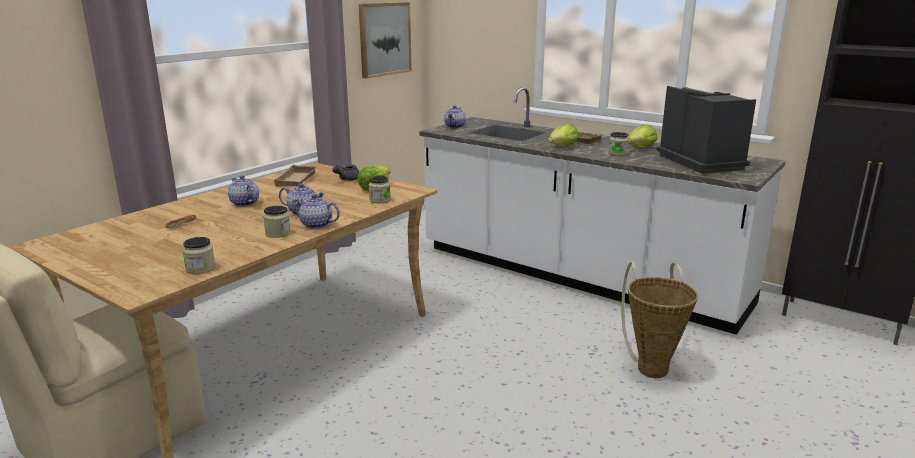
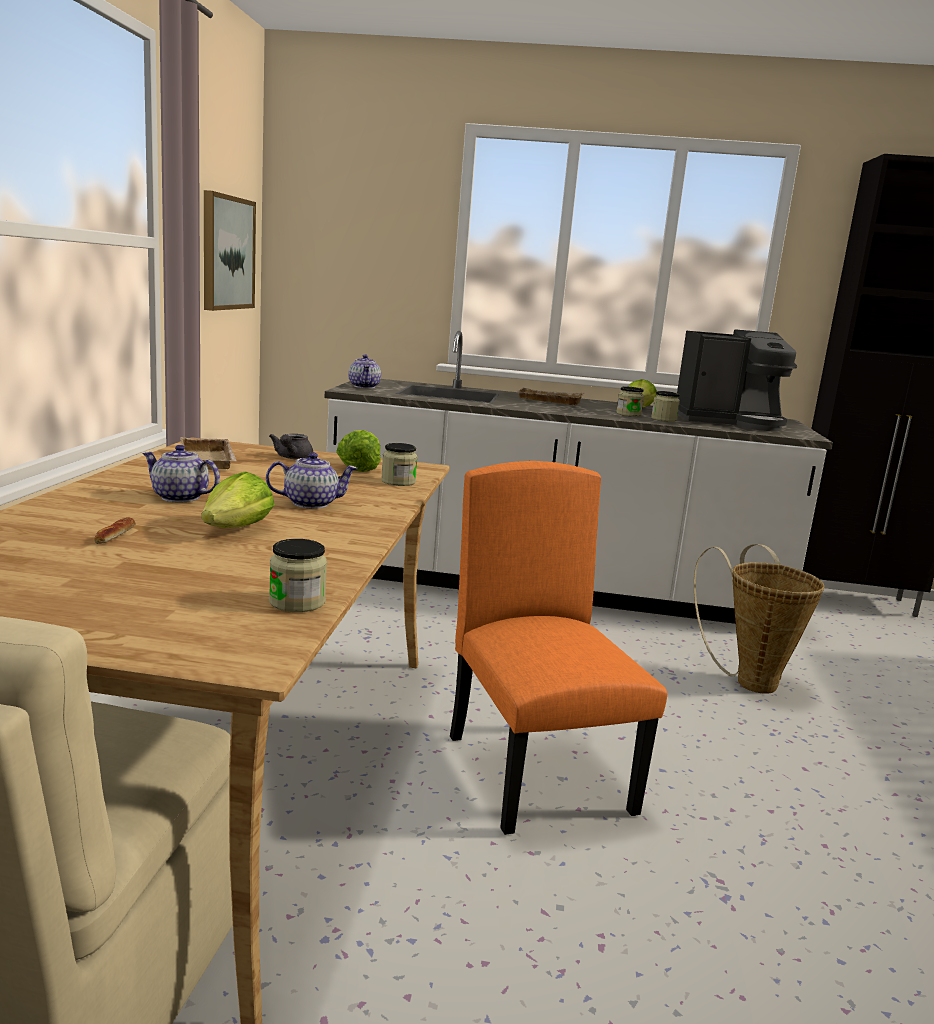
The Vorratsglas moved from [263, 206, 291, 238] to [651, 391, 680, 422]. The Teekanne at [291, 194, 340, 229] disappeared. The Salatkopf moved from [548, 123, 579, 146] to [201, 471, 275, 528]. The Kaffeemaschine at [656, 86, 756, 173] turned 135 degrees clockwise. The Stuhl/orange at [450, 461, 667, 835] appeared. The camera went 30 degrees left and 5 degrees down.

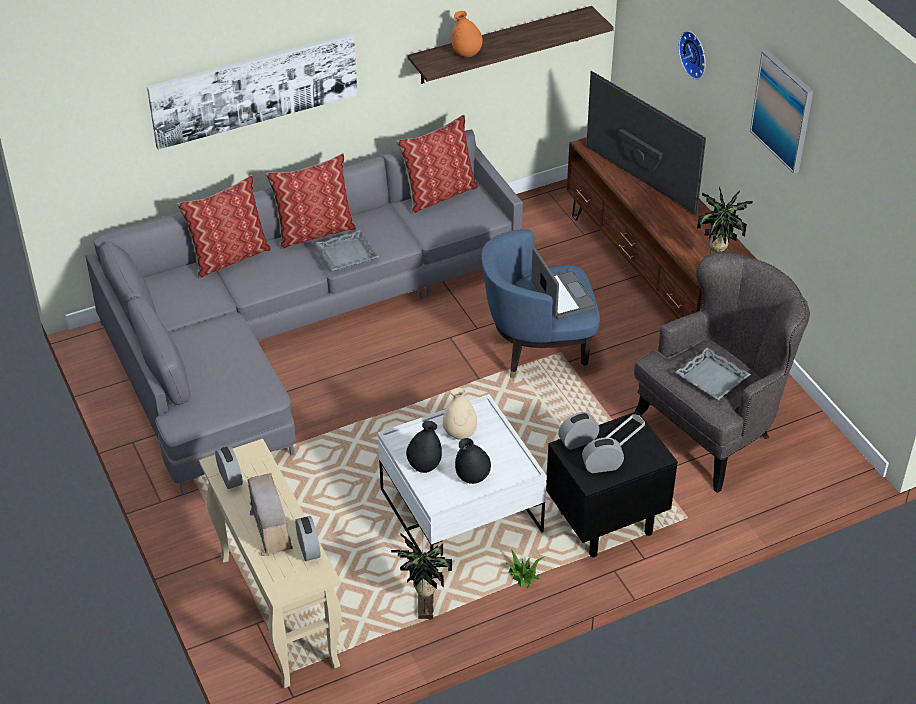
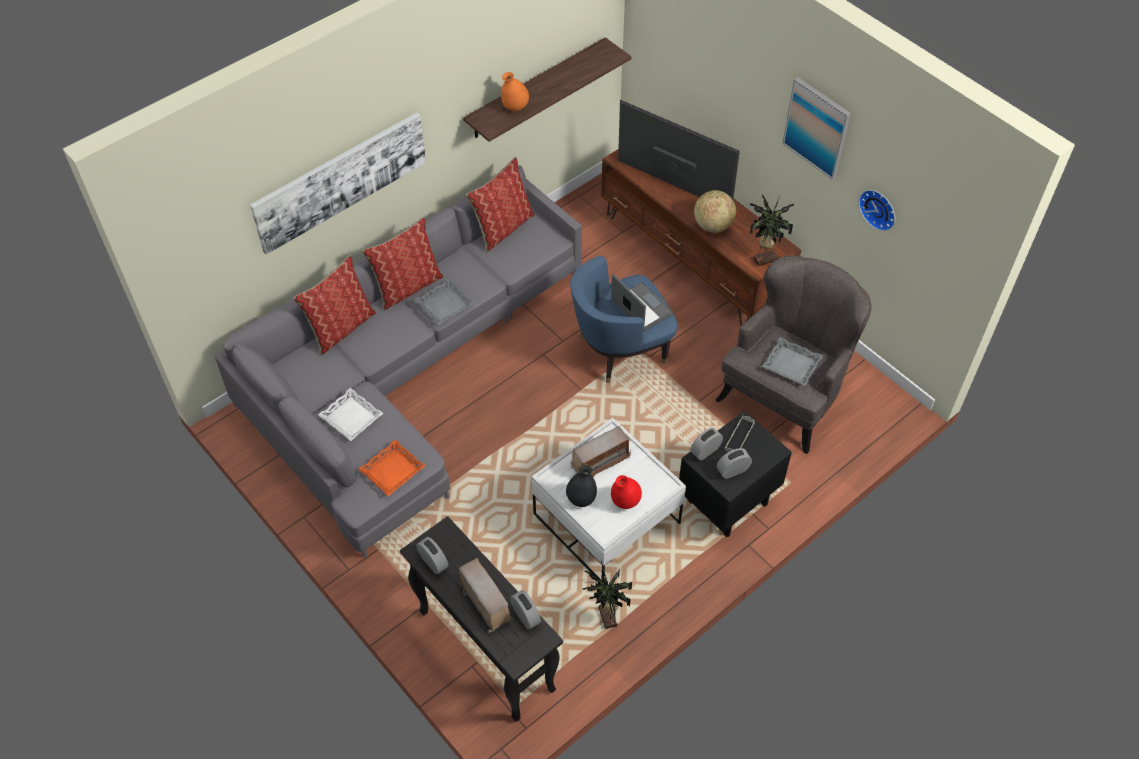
The Konsolentisch/beige at [199, 439, 342, 688] became the Konsolentisch/schwarz at [400, 516, 563, 722]. The Vase/beige at [443, 388, 477, 440] was replaced by the Radio at [571, 425, 631, 477]. The Vase/schwarz at [455, 438, 491, 484] became the Vase/rot at [611, 475, 642, 509]. The Topfpflanze at [506, 549, 545, 588] disappeared. The Wanduhr moved from [679, 31, 706, 79] to [859, 190, 895, 231]. The Tablett/weiß at [318, 388, 383, 441] appeared. The Tablett/orange at [358, 439, 425, 496] appeared. The Globus at [694, 190, 736, 233] appeared. The camera went 15 degrees left and 10 degrees up.

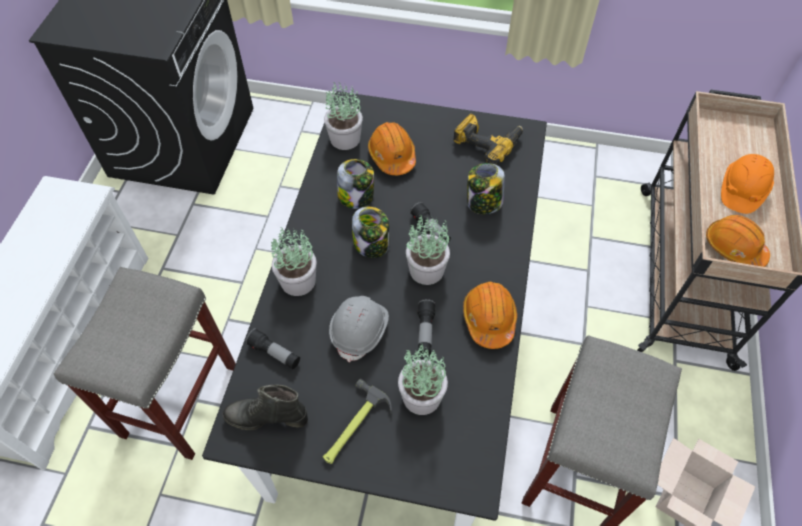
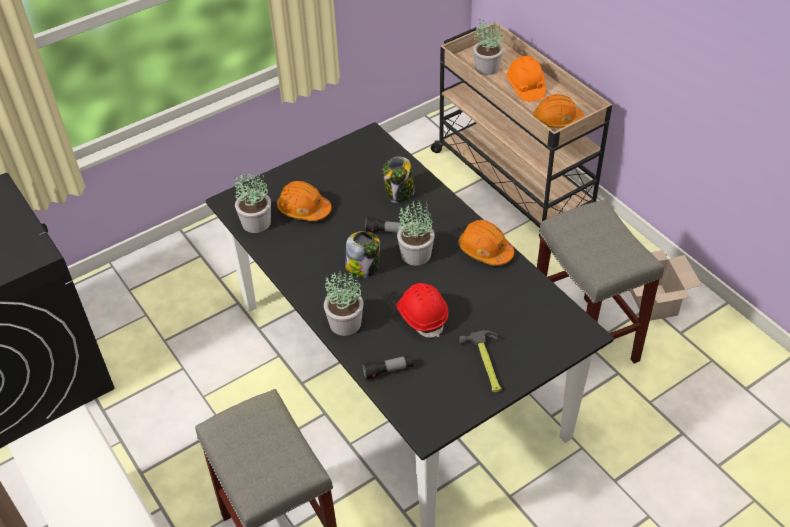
The Stiefel/schwarz at [223, 384, 308, 430] disappeared. The Schutzhelm/grau at [329, 296, 389, 362] became the Schutzhelm/rot at [397, 283, 448, 338]. The Vorratsglas at [337, 159, 374, 209] disappeared. The Topfpflanze moved from [398, 344, 448, 415] to [473, 19, 504, 75]. The Taschenlampe at [417, 299, 436, 356] disappeared. The Bohrmaschine at [453, 114, 523, 165] disappeared. The camera went 45 degrees left and 10 degrees down.

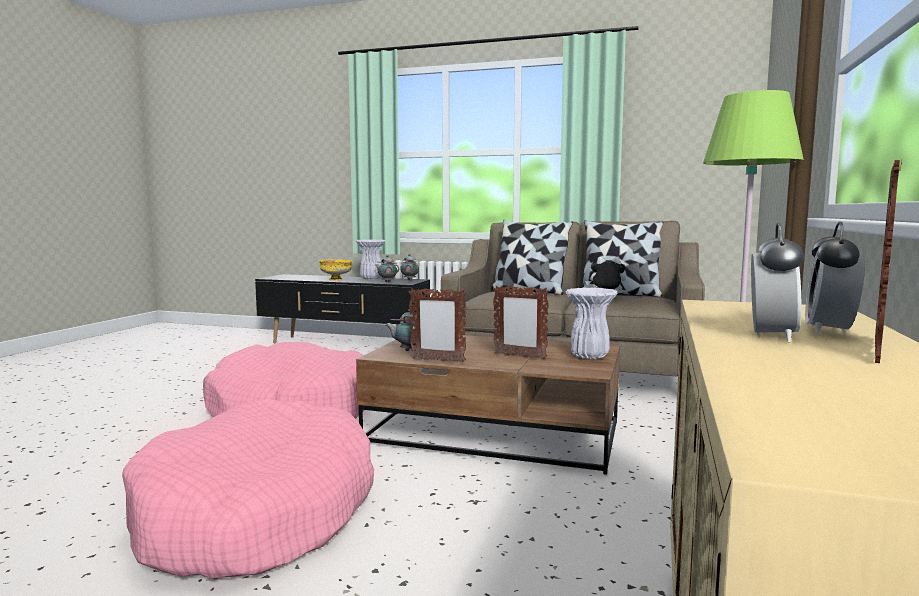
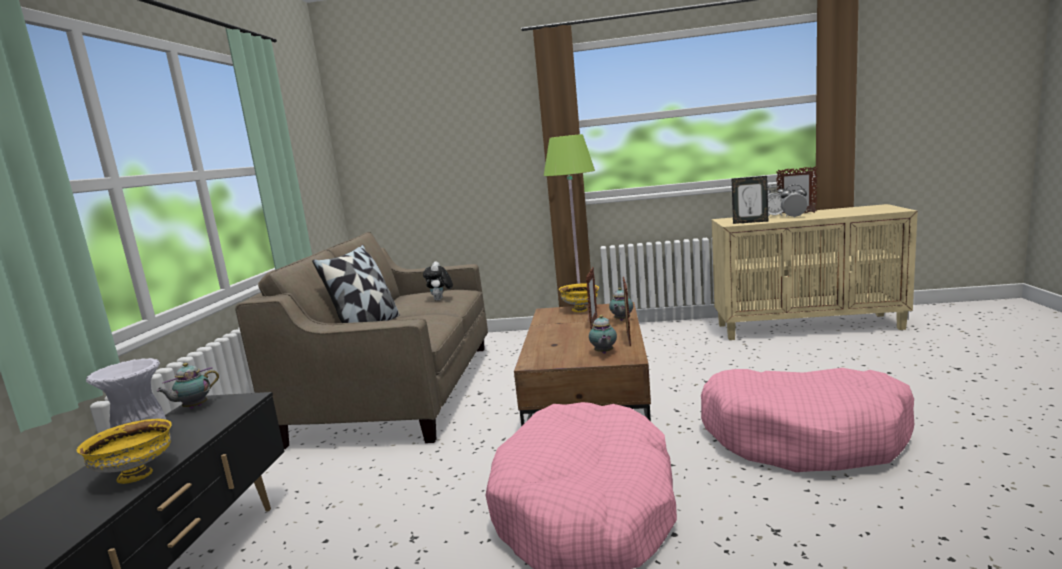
The Teekanne moved from [375, 255, 399, 282] to [609, 288, 633, 321]. The Vase/weiß at [566, 288, 617, 359] was replaced by the Schüssel/gelb at [559, 284, 599, 312]. The Kissen at [583, 220, 663, 297] disappeared. The Bilderrahmen at [732, 176, 768, 224] appeared. The camera went 100 degrees left and 5 degrees up.

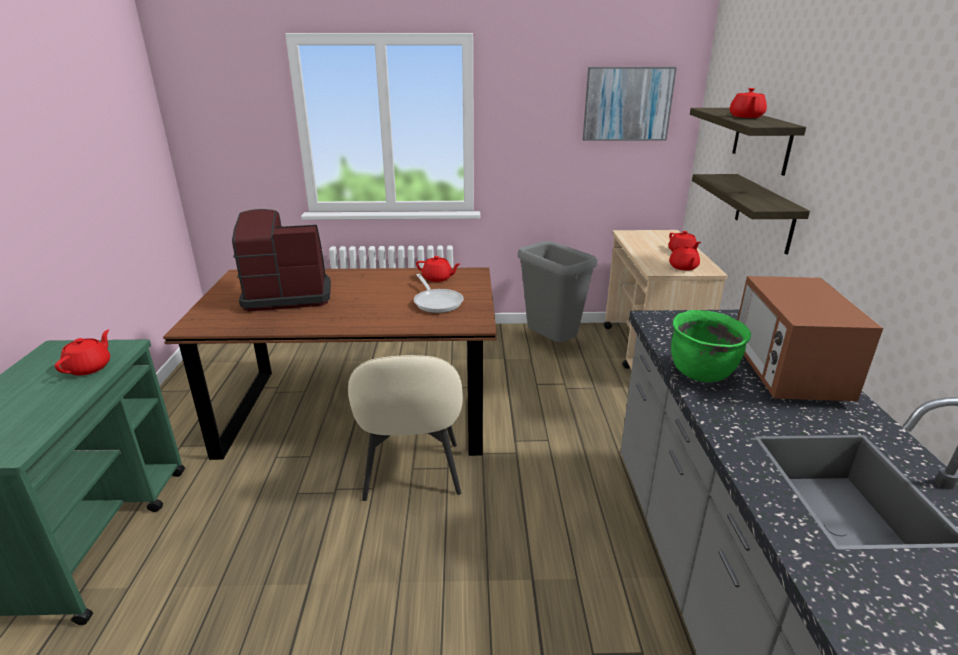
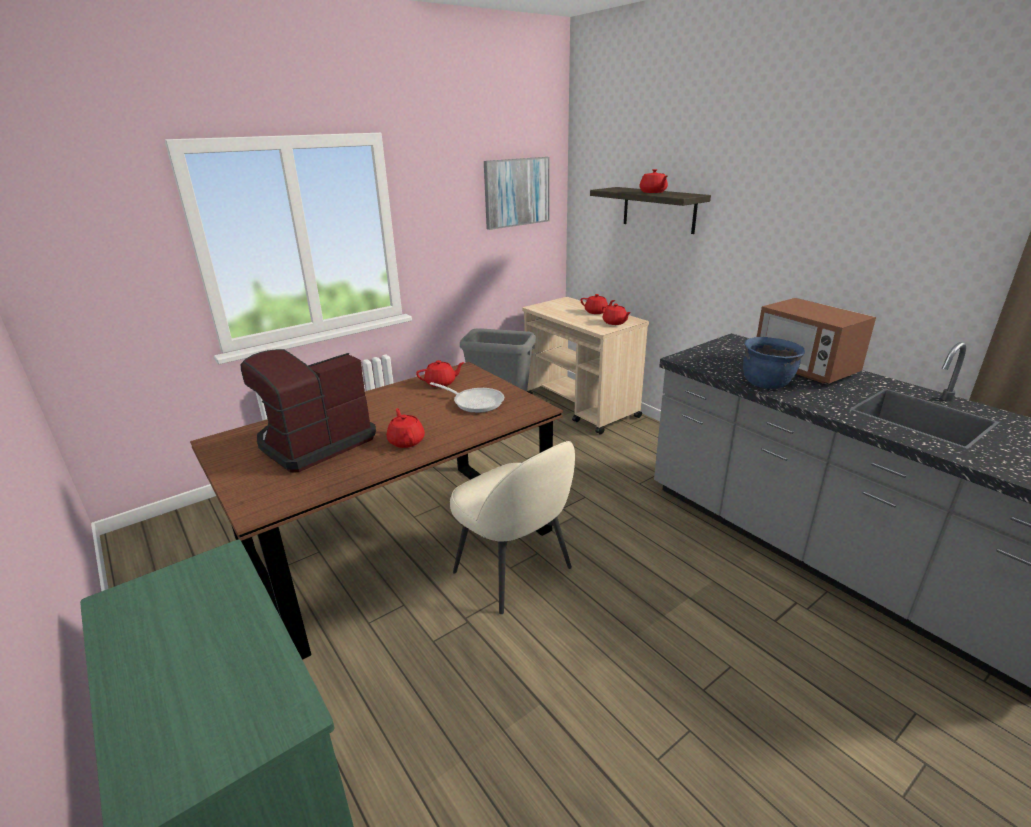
The Teekanne/rot moved from [55, 329, 110, 376] to [387, 408, 425, 448]. The Kochtopf/grün at [671, 310, 751, 382] became the Kochtopf/blau at [743, 337, 805, 389]. The Wandregal at [692, 174, 810, 254] disappeared. The camera went 35 degrees left and 0 degrees up.

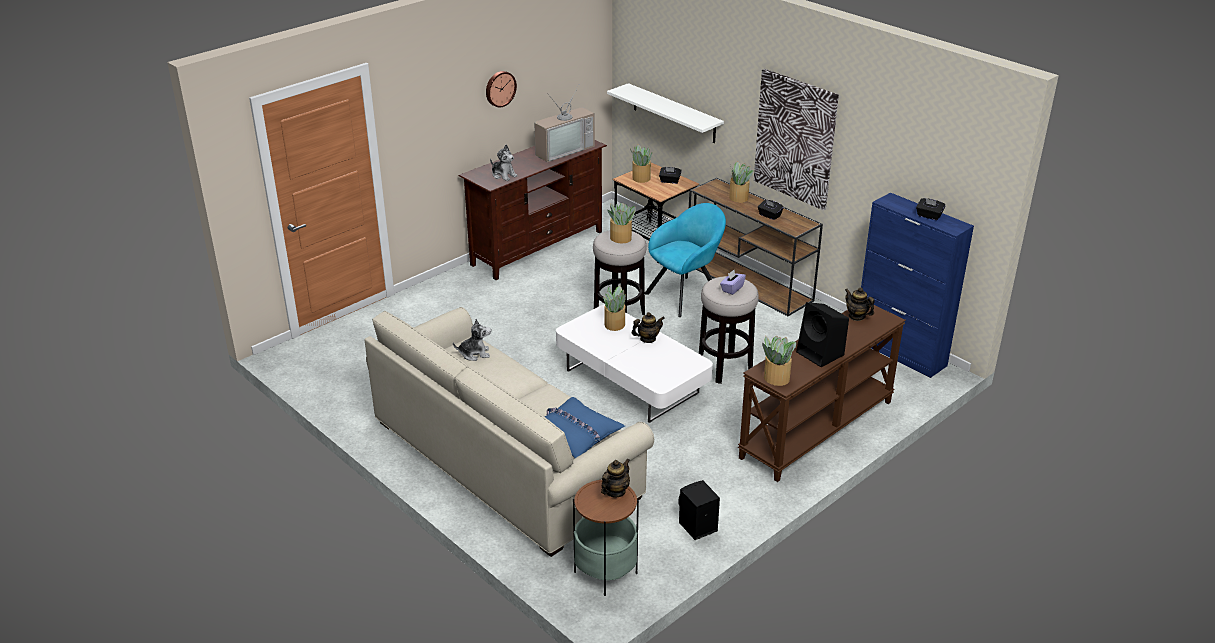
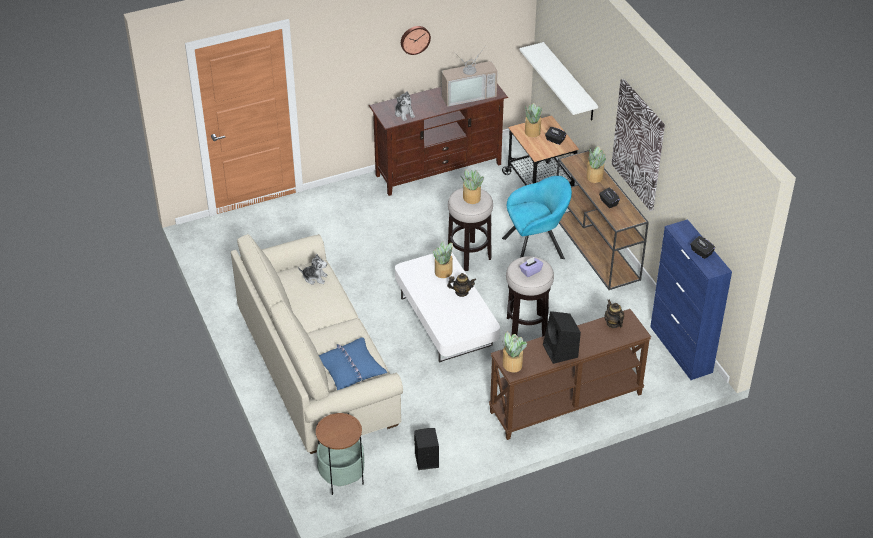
The Teekanne at [601, 458, 630, 498] disappeared. The camera went 20 degrees right and 10 degrees up.

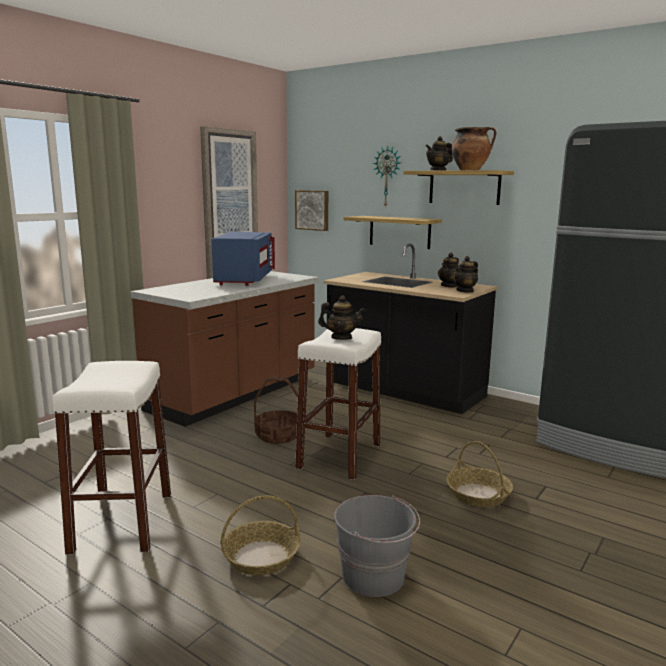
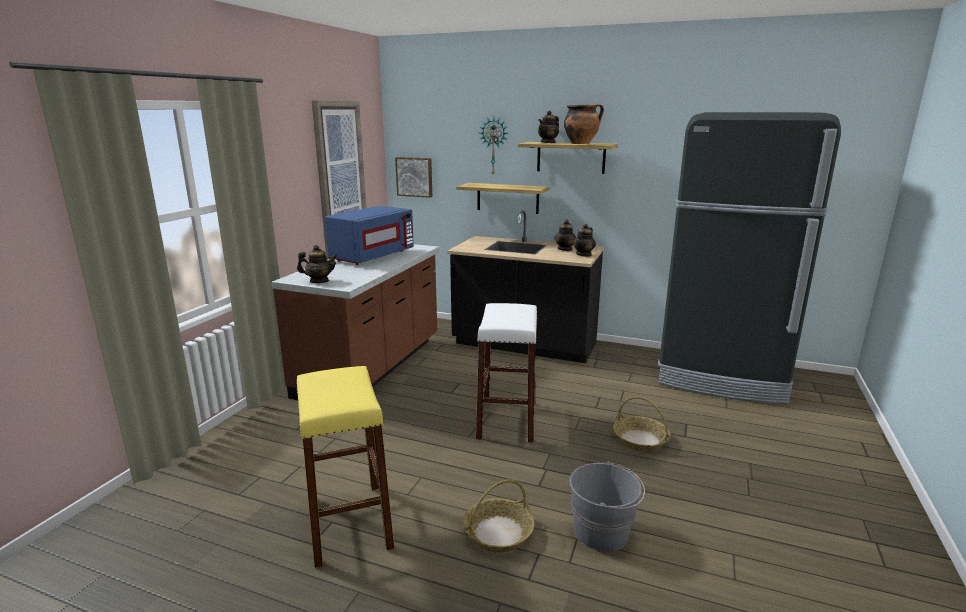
The Hocker/weiß at [52, 361, 171, 555] became the Hocker/gelb at [297, 366, 395, 568]. The Mikrowelle/blau at [211, 232, 275, 286] turned 45 degrees clockwise. The Korb at [254, 377, 298, 444] disappeared. The Teekanne moved from [318, 295, 365, 340] to [297, 245, 338, 283]. The camera went 15 degrees left and 5 degrees up.

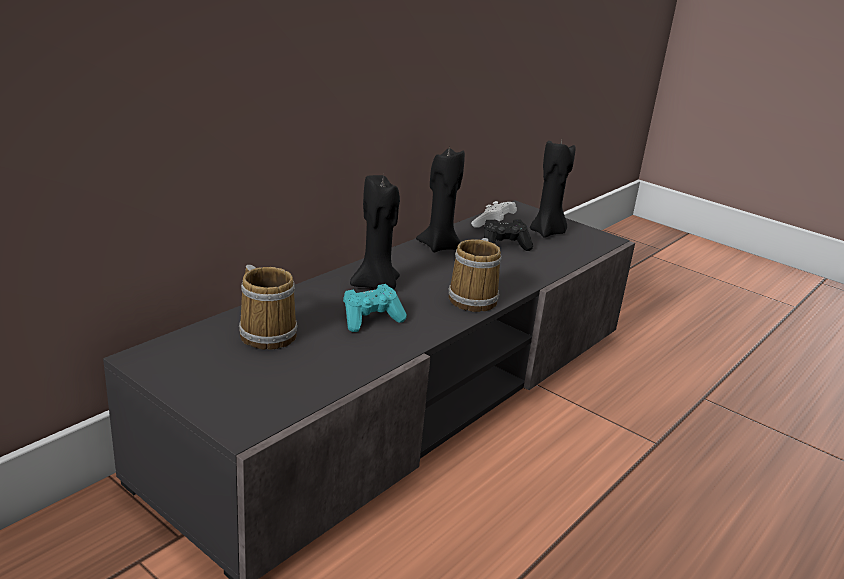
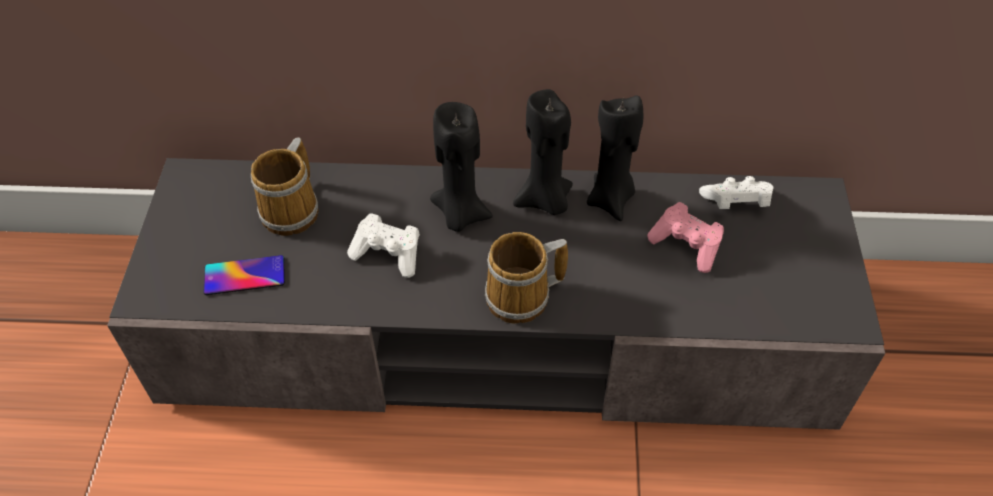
The Gamepad/türkis at [343, 284, 407, 332] became the Gamepad/weiß at [347, 213, 420, 278]. The Gamepad/schwarz at [484, 220, 533, 251] became the Gamepad/rosa at [647, 202, 724, 273]. The Kerze/schwarz moved from [530, 141, 575, 238] to [513, 89, 573, 215]. The Handy at [204, 255, 285, 295] appeared. The camera went 55 degrees right and 25 degrees up.

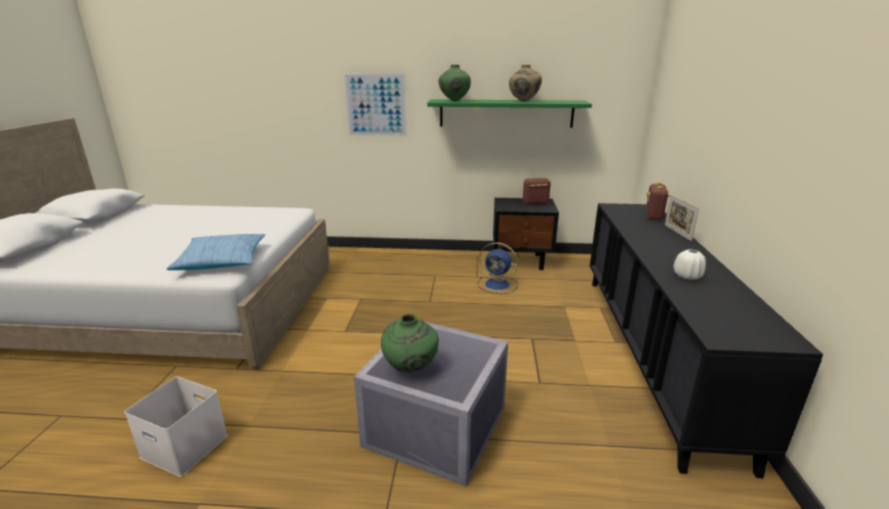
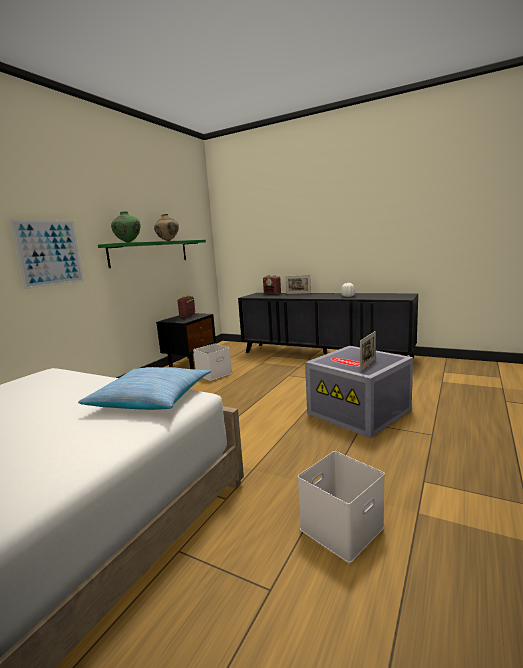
The Vase/grün at [381, 314, 439, 373] was replaced by the Bilderrahmen at [360, 331, 376, 372]. The Ventilator/blau at [478, 243, 518, 294] was replaced by the Aufbewahrungsbox/weiß at [193, 344, 232, 381]. The camera went 65 degrees left and 10 degrees down.

